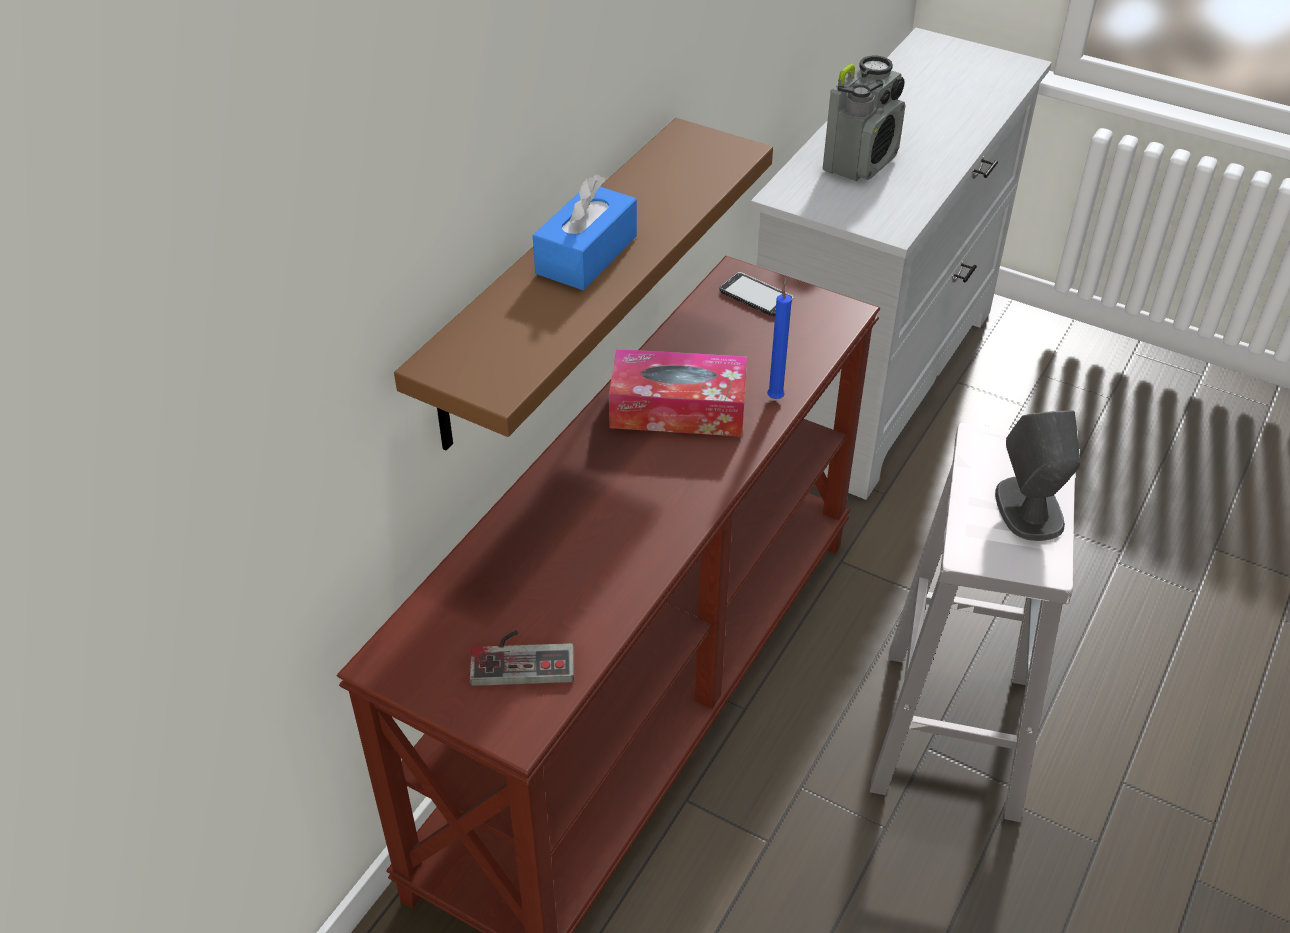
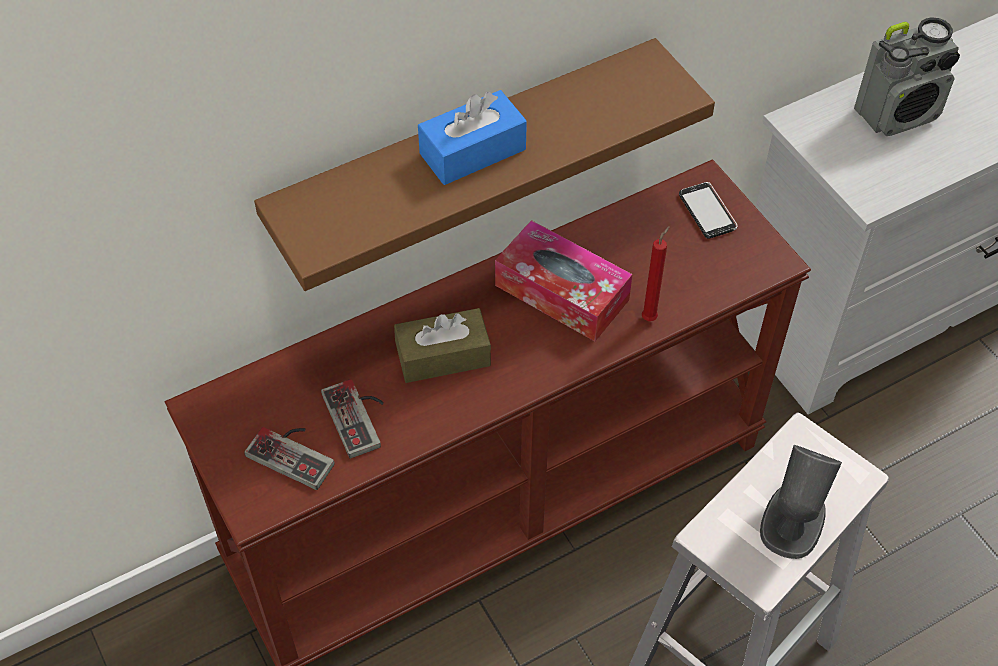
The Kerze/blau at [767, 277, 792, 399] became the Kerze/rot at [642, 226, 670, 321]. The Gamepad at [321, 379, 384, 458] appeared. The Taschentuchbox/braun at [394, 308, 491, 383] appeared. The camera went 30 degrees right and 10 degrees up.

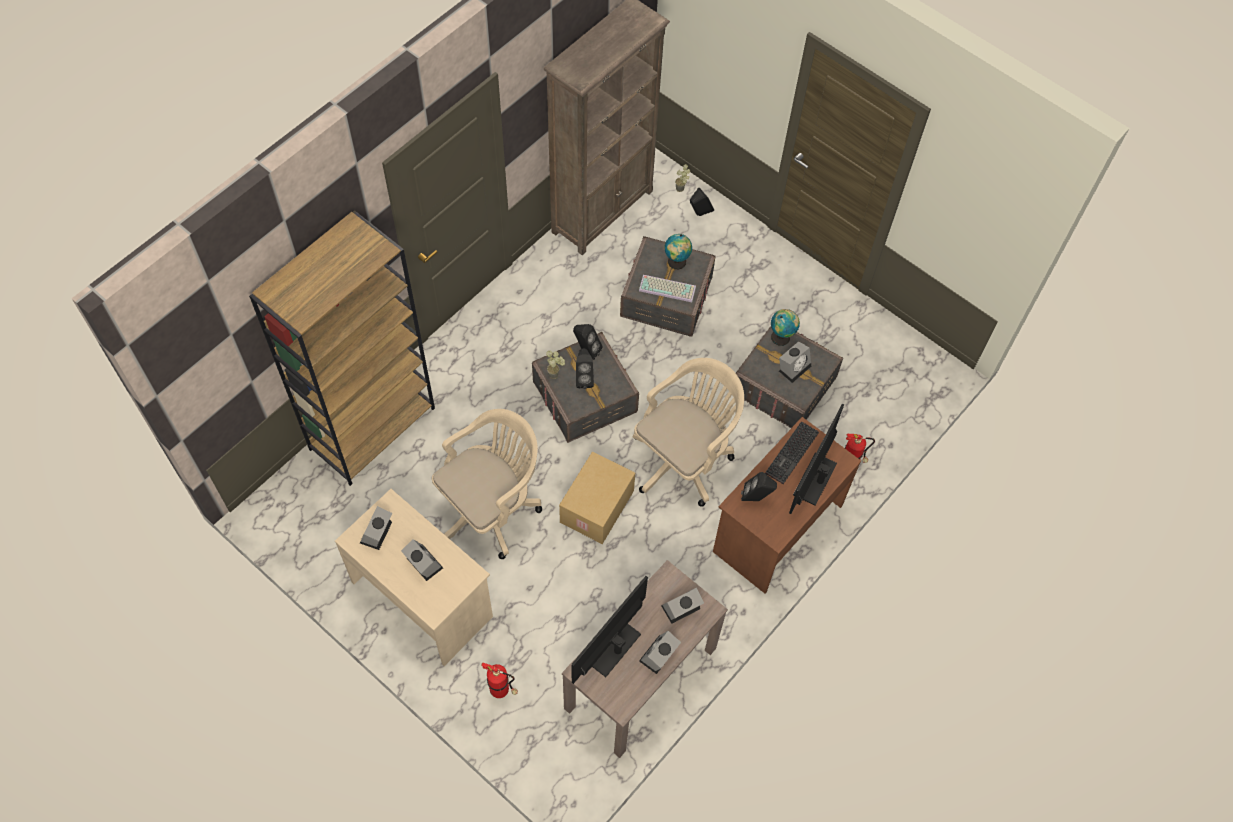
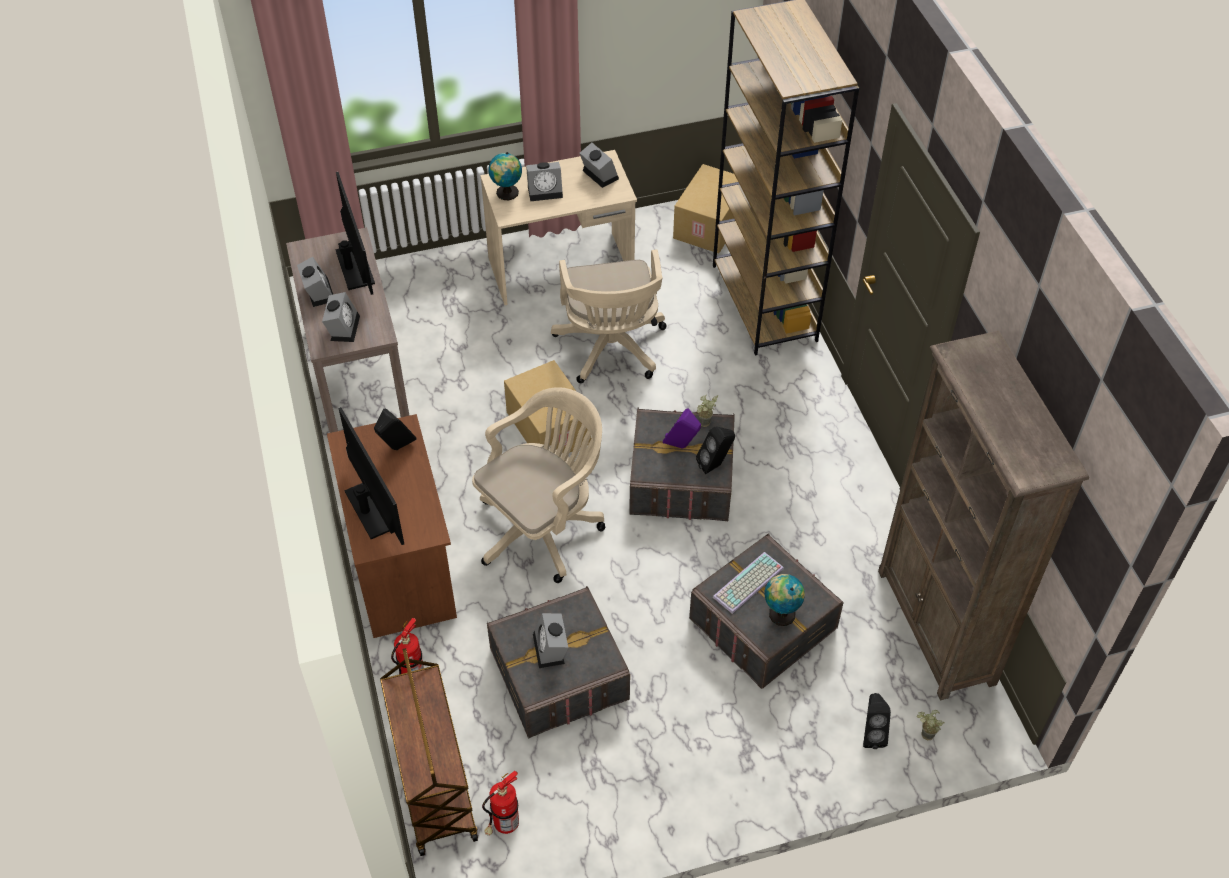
The Feuerlöscher moved from [481, 663, 518, 698] to [482, 771, 519, 835]. The Lautsprecher/schwarz at [576, 348, 594, 389] became the Lautsprecher/lila at [663, 409, 701, 449]. The Bürostuhl/beige at [632, 358, 744, 507] turned 120 degrees counterclockwise. The Tastatur at [765, 422, 819, 484] disappeared. The Globus moved from [771, 309, 800, 346] to [488, 152, 522, 200]. The Rollwagen/braun at [380, 648, 478, 856] appeared. The Karton at [673, 164, 738, 253] appeared. The camera went 125 degrees right and 10 degrees down.

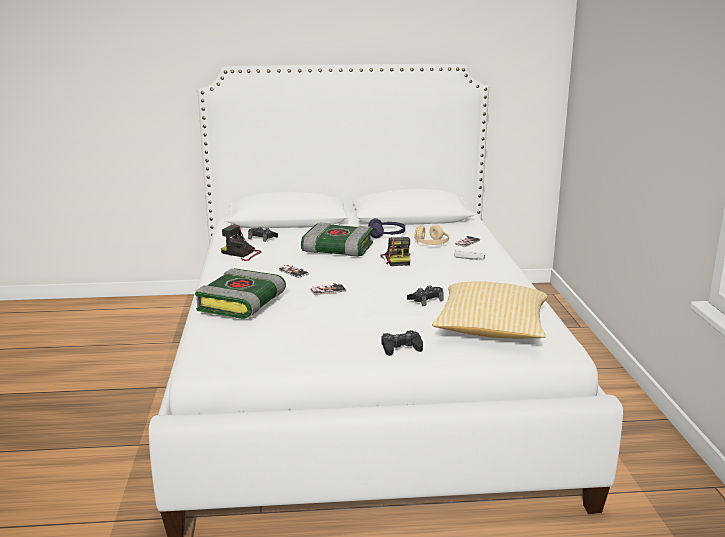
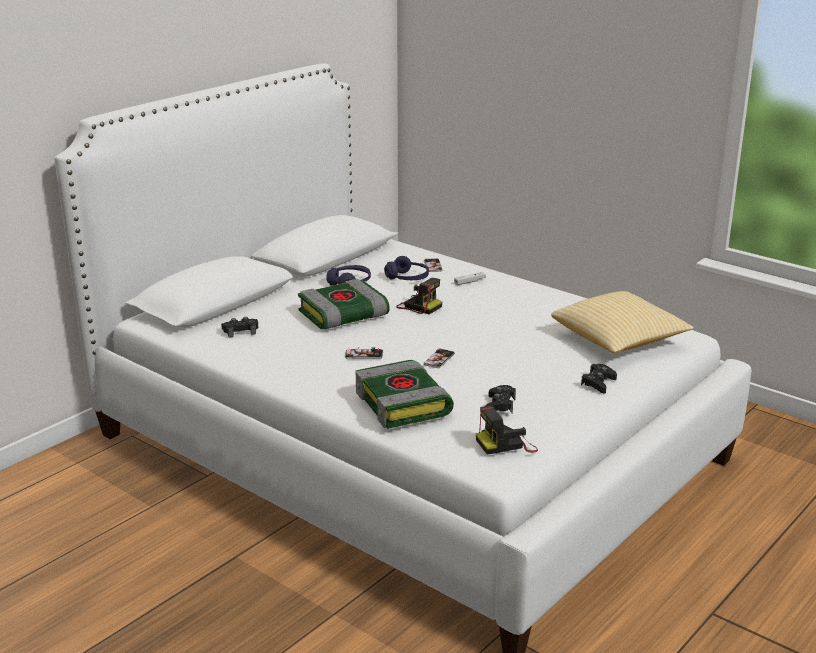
The Kamera moved from [221, 224, 261, 261] to [476, 406, 538, 455]. The Gamepad/schwarz moved from [407, 285, 444, 306] to [485, 385, 516, 413]. The Kopfhörer/beige at [414, 225, 449, 245] became the Kopfhörer/lila at [384, 256, 429, 280]. The camera went 45 degrees left and 5 degrees up.

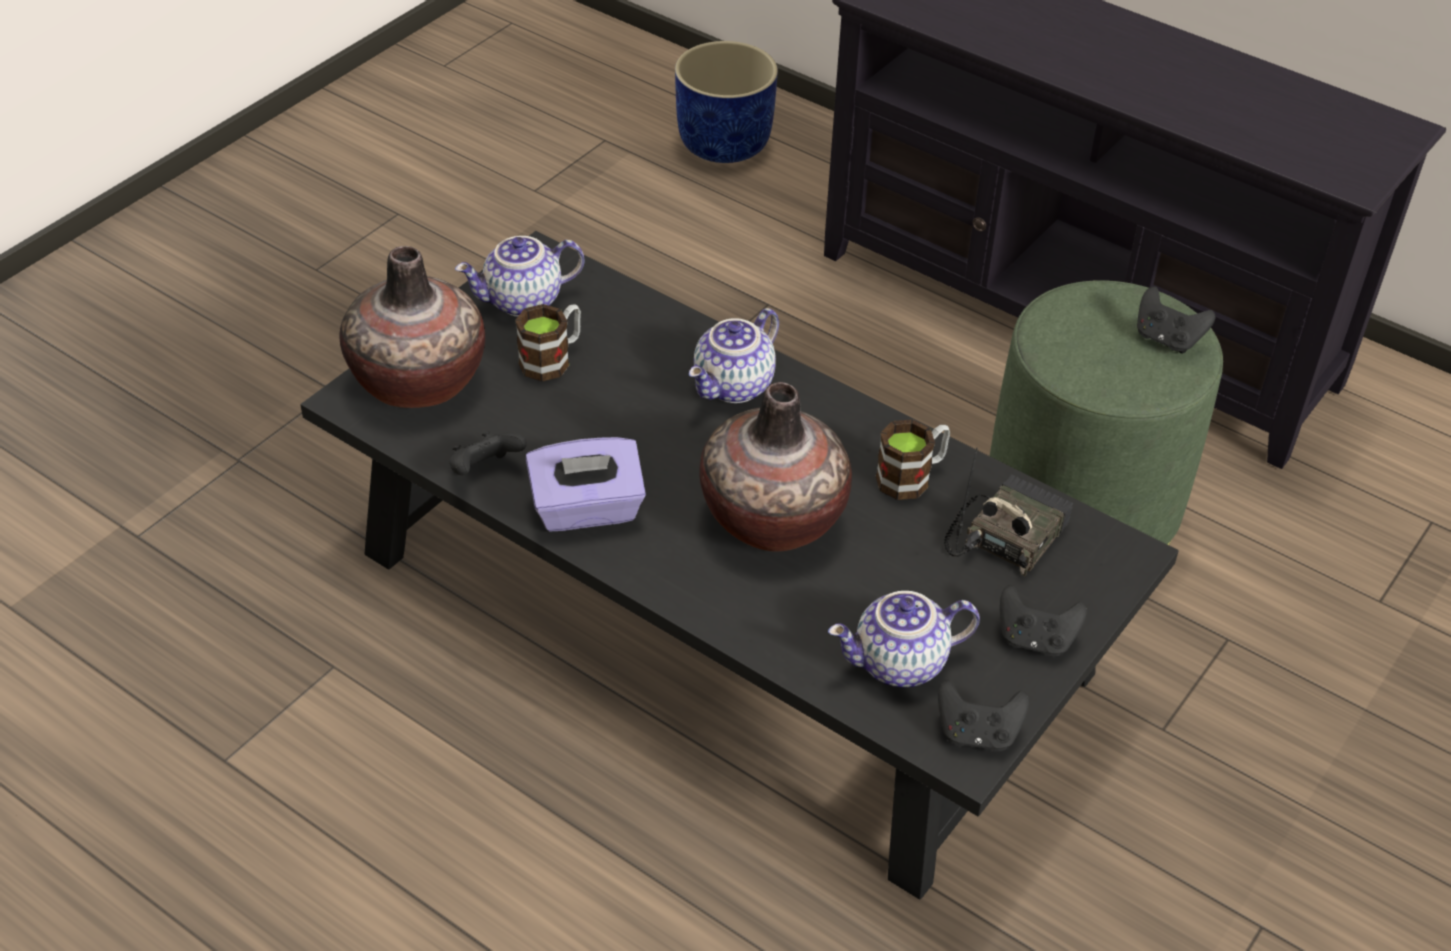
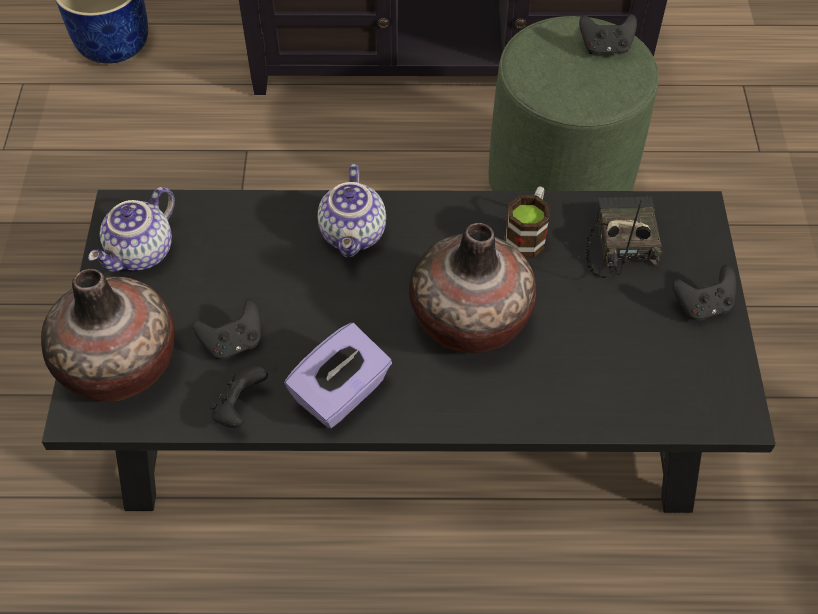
The Henkelbecher at [515, 304, 581, 381] disappeared. The Teekanne at [828, 591, 980, 687] disappeared. The Gamepad/schwarz moved from [938, 680, 1029, 751] to [192, 299, 261, 360]. The camera went 35 degrees left and 10 degrees up.

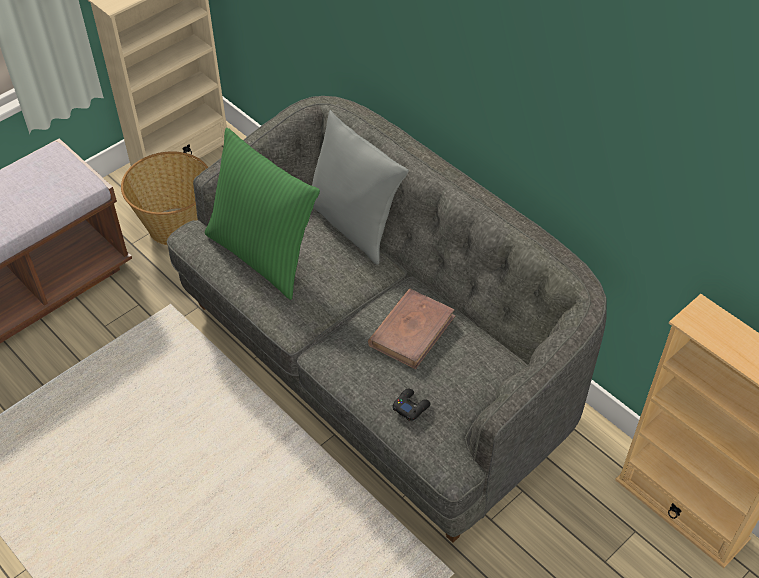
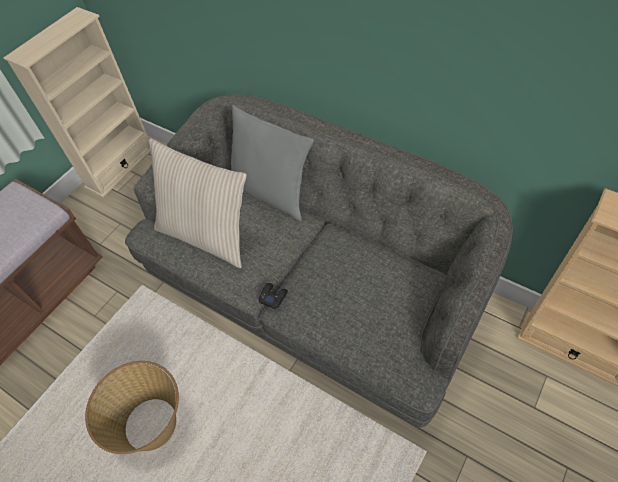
The Korb moved from [121, 151, 208, 245] to [85, 361, 179, 454]. The Kissen/grün at [205, 128, 320, 300] became the Kissen/beige at [149, 138, 247, 268]. The Buch/braun at [368, 289, 456, 369] disappeared. The Gamepad/schwarz moved from [393, 388, 431, 421] to [259, 283, 288, 309]. The camera went 10 degrees left and 5 degrees up.

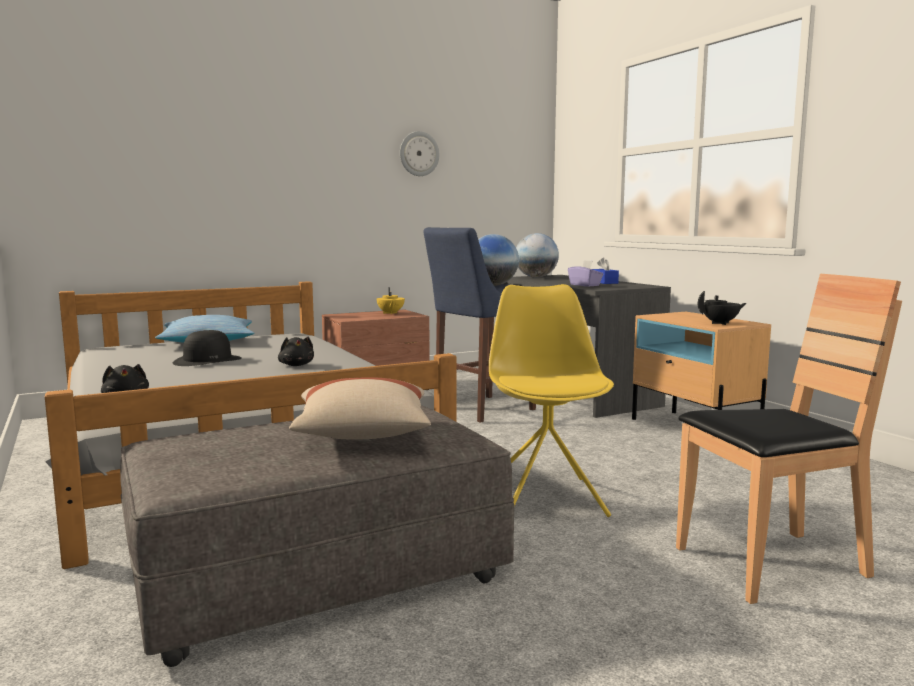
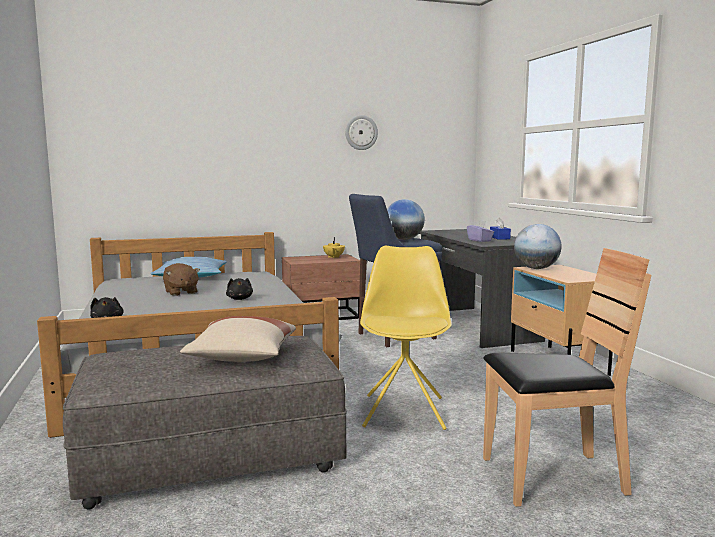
The Hut/schwarz at [173, 330, 242, 366] was replaced by the Plüschtier/braun at [163, 263, 200, 296]. The Globus moved from [516, 233, 559, 278] to [514, 224, 562, 269]. The Teekanne/schwarz at [698, 291, 747, 325] disappeared. The camera went 10 degrees right and 0 degrees up.

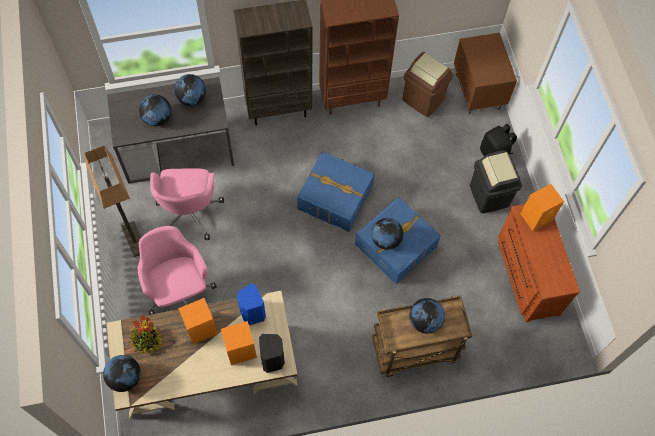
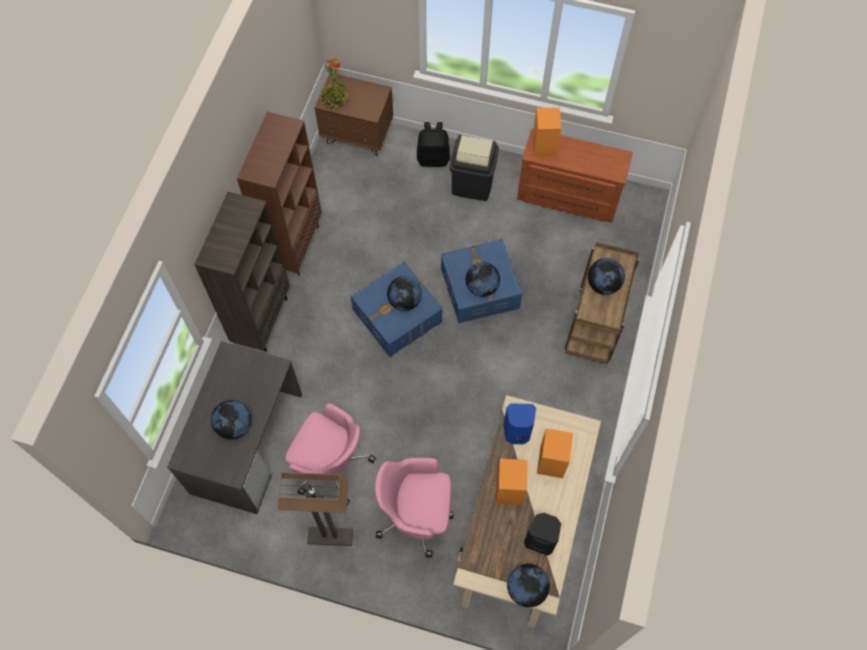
The Topfpflanze moved from [130, 315, 162, 354] to [320, 58, 349, 109]. The Globus moved from [174, 74, 206, 106] to [387, 276, 422, 311]. The Lautsprecher/schwarz moved from [259, 334, 285, 373] to [524, 513, 561, 556]. The Mülleimer/braun at [402, 52, 453, 117] disappeared. The camera went 60 degrees left and 0 degrees up.

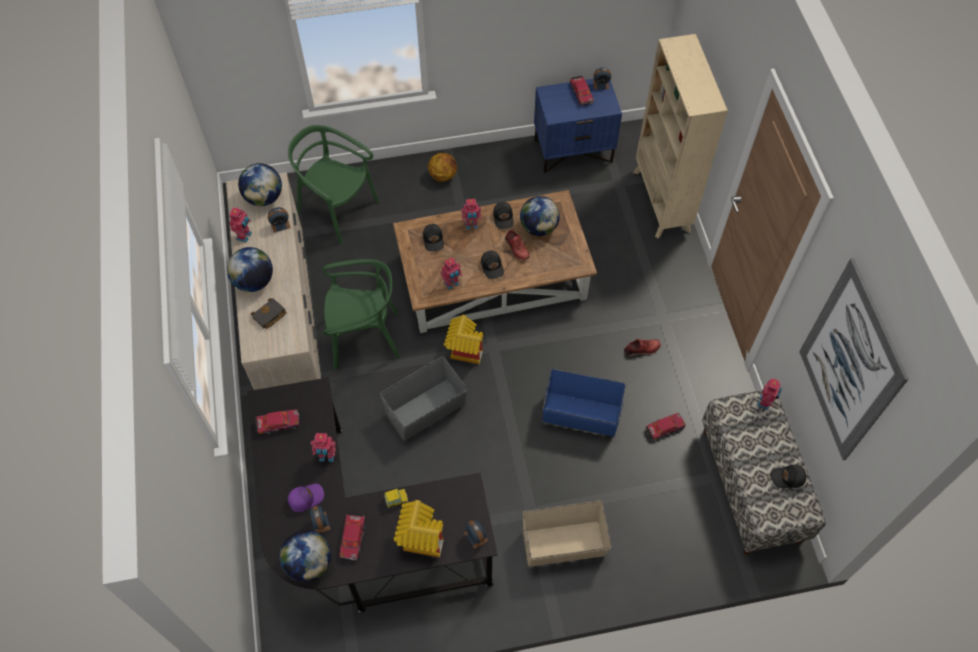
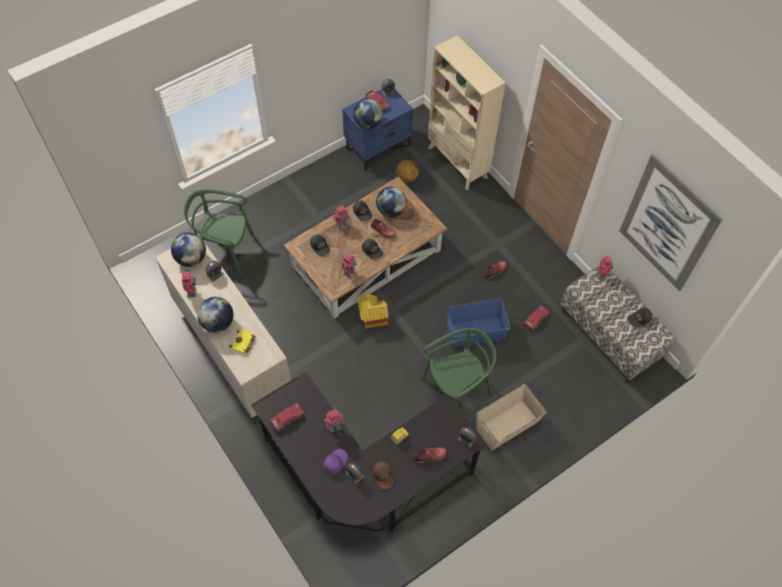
The Buch/schwarz at [251, 298, 287, 329] became the Buch/gelb at [229, 329, 256, 354]. The Globus moved from [279, 530, 331, 582] to [353, 99, 383, 129]. The Stuhl/grün moved from [322, 259, 400, 370] to [422, 328, 496, 406]. The Spielzeugauto at [339, 513, 365, 560] was replaced by the Kappe/braun at [373, 461, 394, 490]. The Aufbewahrungsbox/grau at [380, 356, 467, 441] disappeared. The Spielzeughaus at [394, 500, 444, 558] was replaced by the Schuh/rot at [412, 447, 447, 463]. The Basketball moved from [428, 153, 457, 182] to [397, 160, 419, 183]. The camera went 25 degrees left and 0 degrees up.

